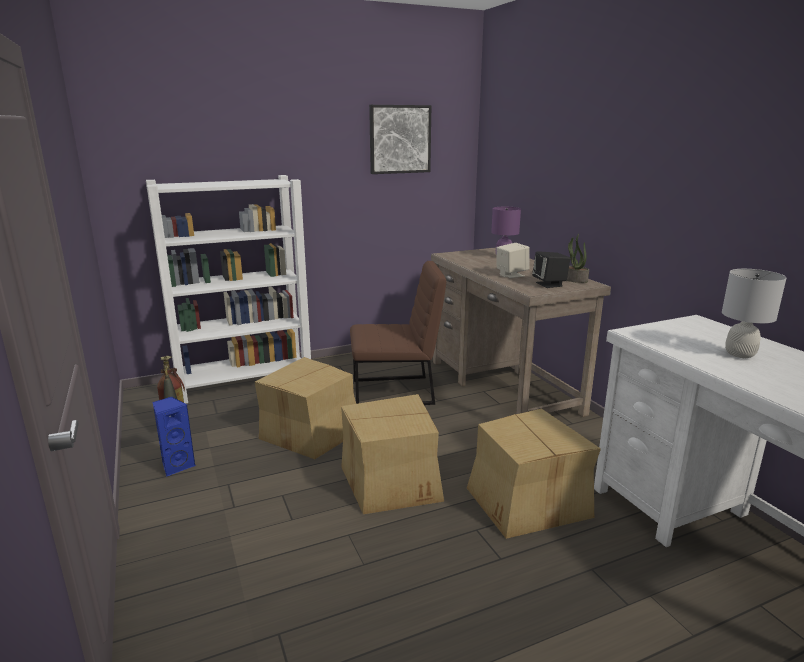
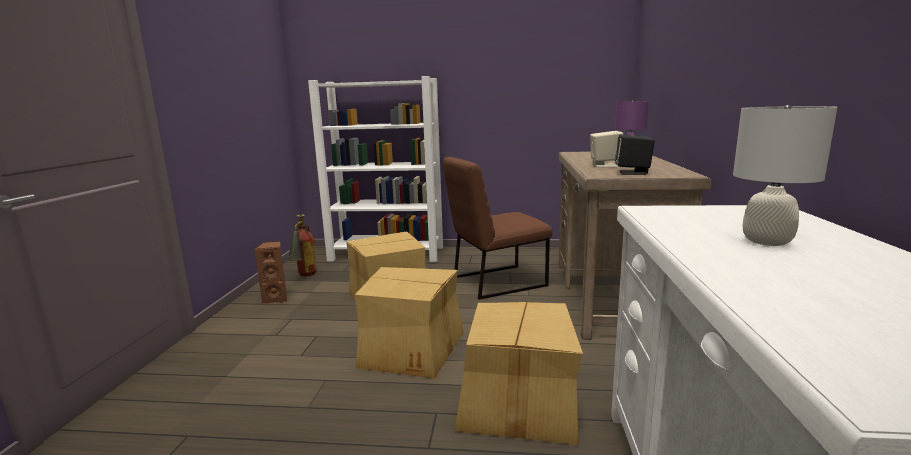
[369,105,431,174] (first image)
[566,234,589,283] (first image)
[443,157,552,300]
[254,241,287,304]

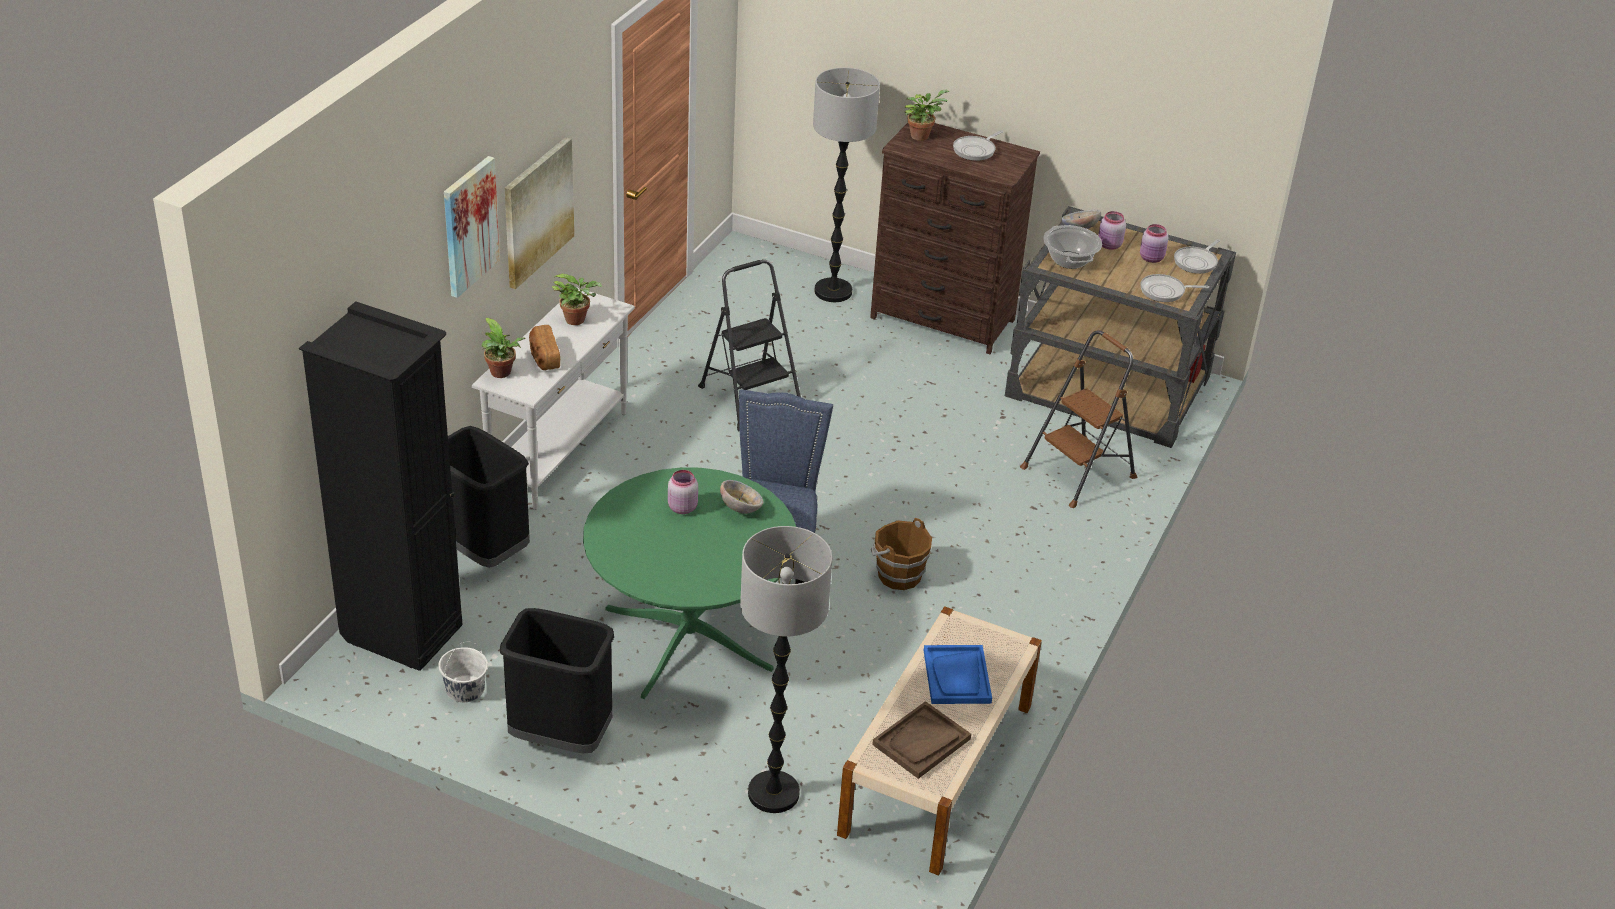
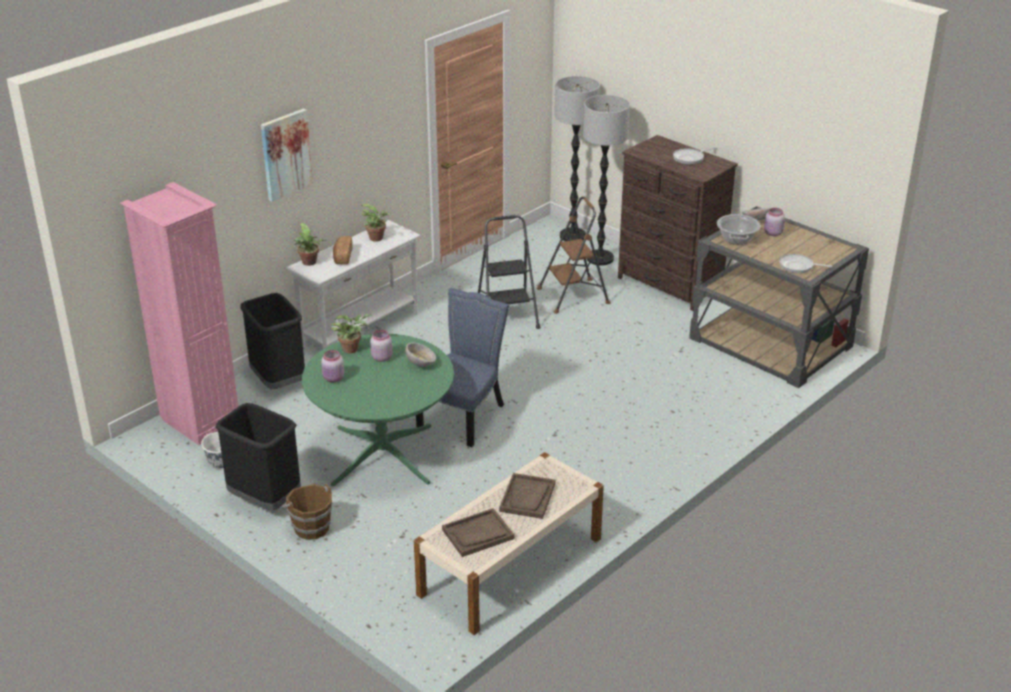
[330,314,372,354]
[505,137,574,289] (first image)
[321,350,344,382]
[1174,239,1220,274] (first image)
[120,182,238,445]
[537,196,611,314]
[282,484,332,540]
[555,76,600,241]
[499,473,555,519]

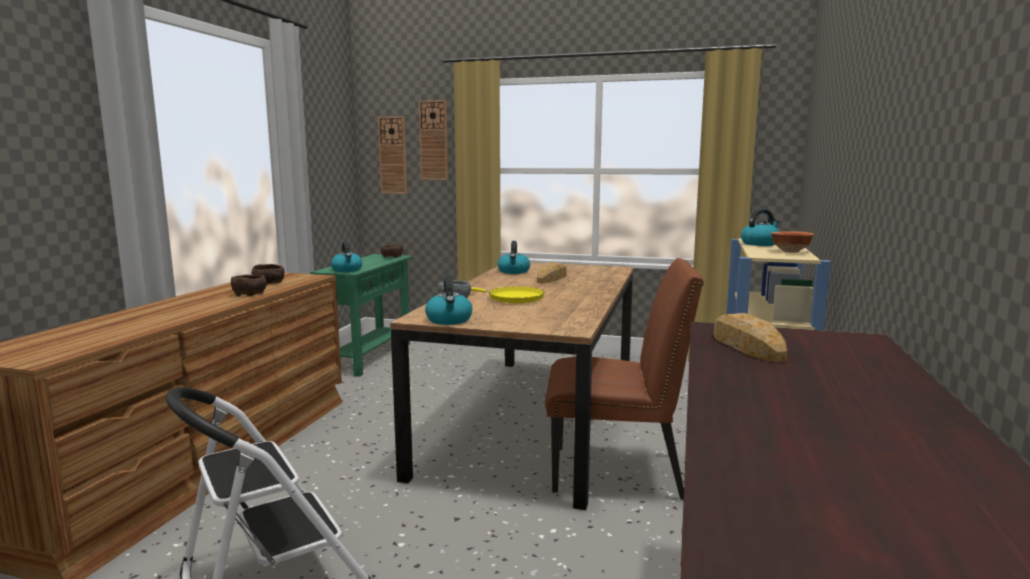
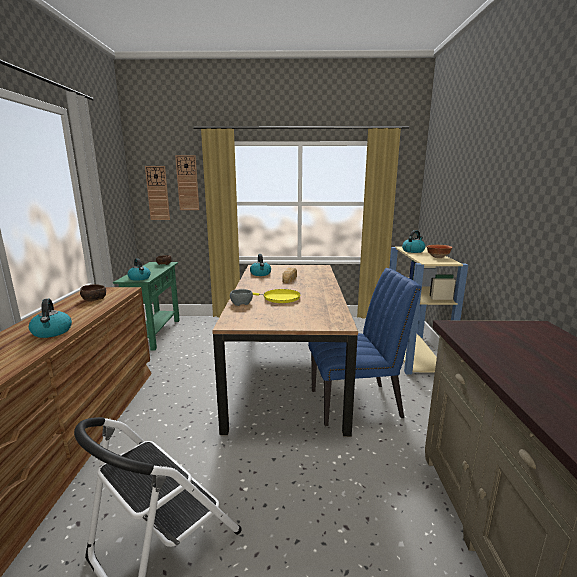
[308,268,422,426]
[231,274,267,296] (first image)
[29,299,72,338]
[714,313,787,363] (first image)

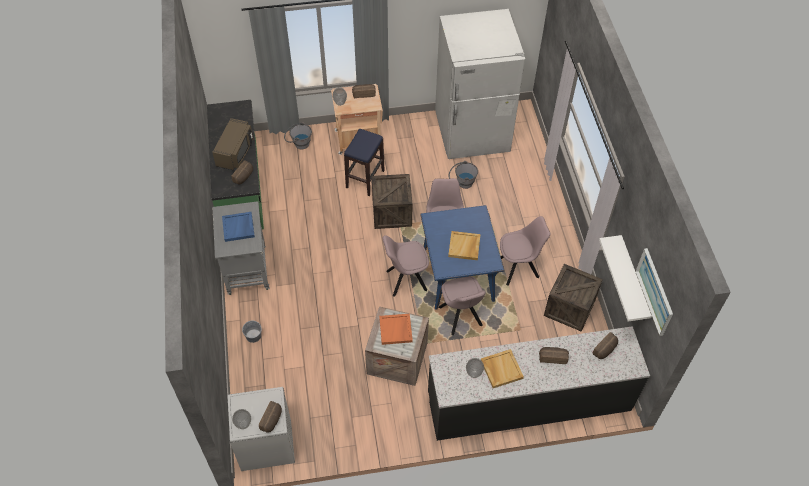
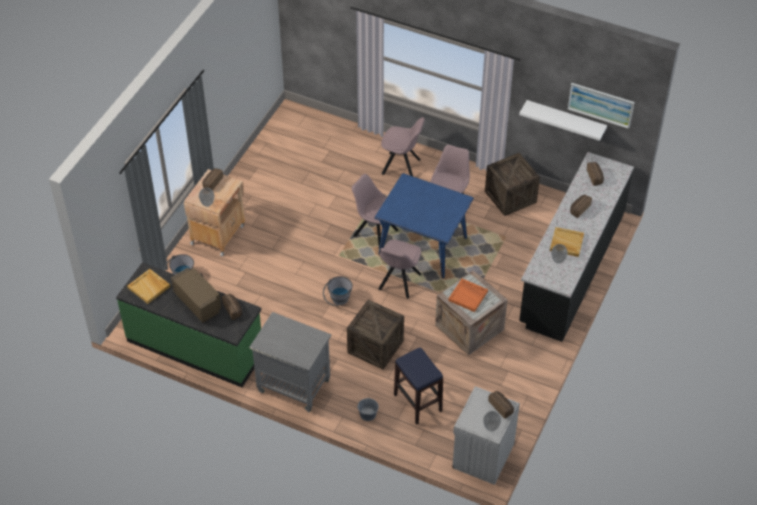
[435,9,525,159] (first image)
[394,347,443,425]
[323,276,353,306]
[347,299,404,370]
[222,212,255,242] (first image)
[127,269,170,304]
[381,117,425,176]

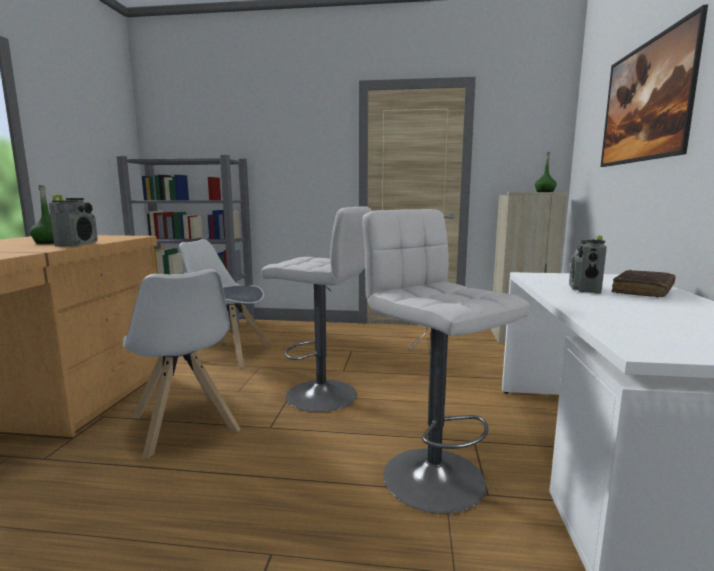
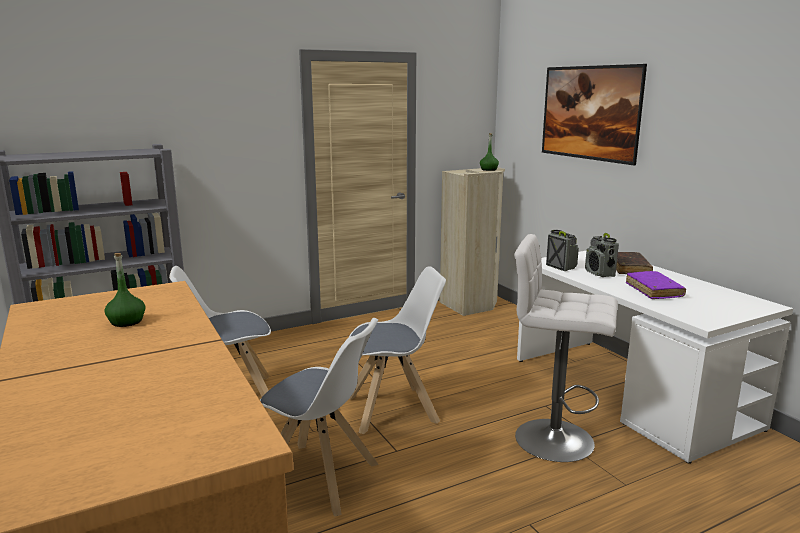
[546,230,579,271]
[349,266,446,434]
[626,271,686,299]

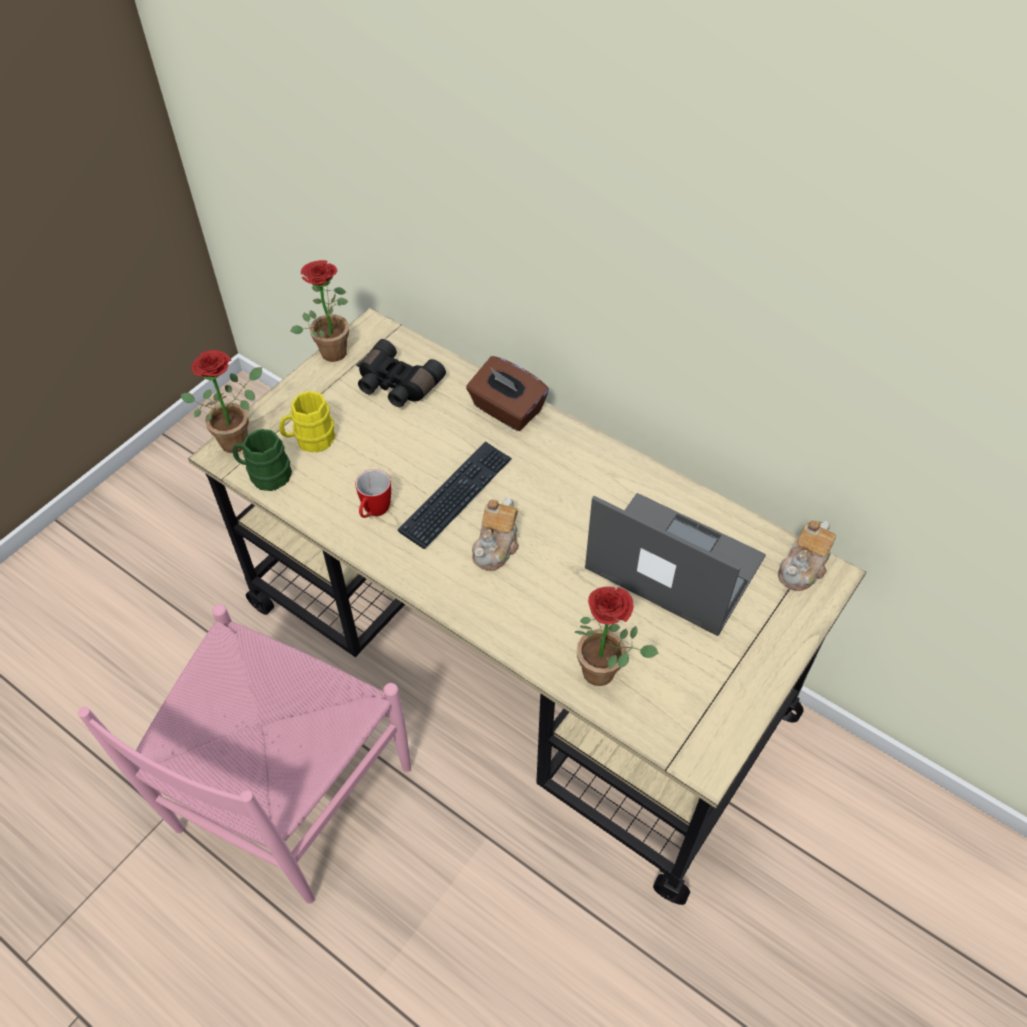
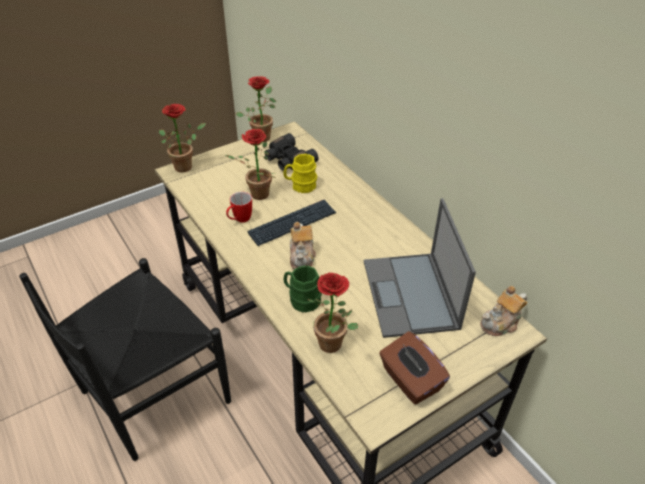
[379,331,450,404]
[283,154,317,193]
[284,265,322,313]
[364,198,476,338]
[290,222,316,270]
[19,258,231,461]
[225,129,276,200]

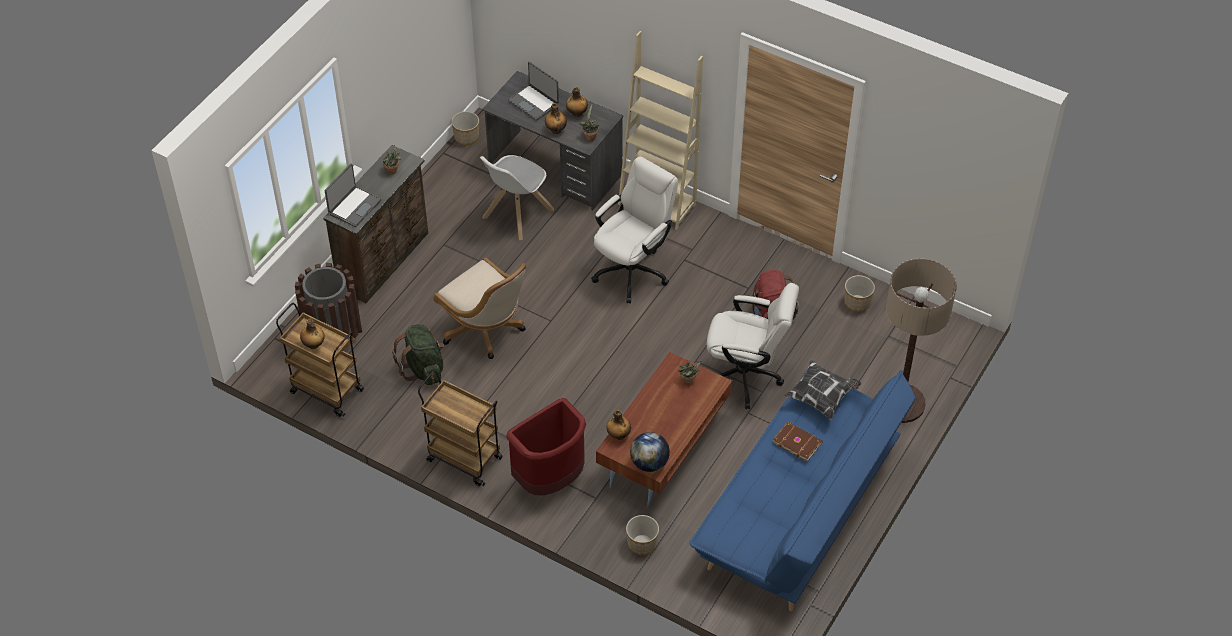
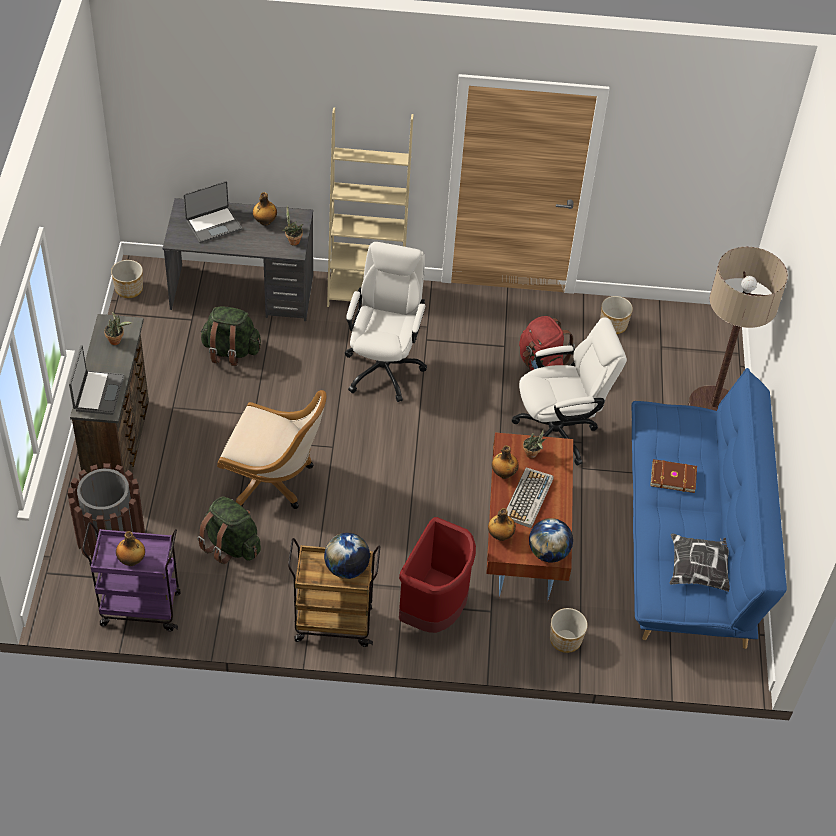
[183,181,242,243]
[492,445,519,479]
[200,306,261,366]
[82,522,181,632]
[670,533,730,592]
[507,467,554,528]
[324,533,370,579]

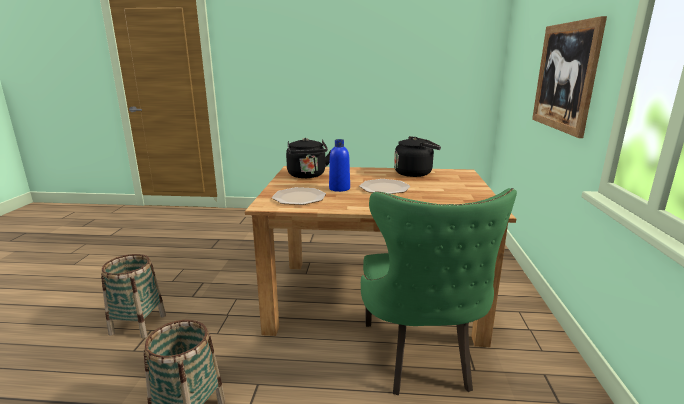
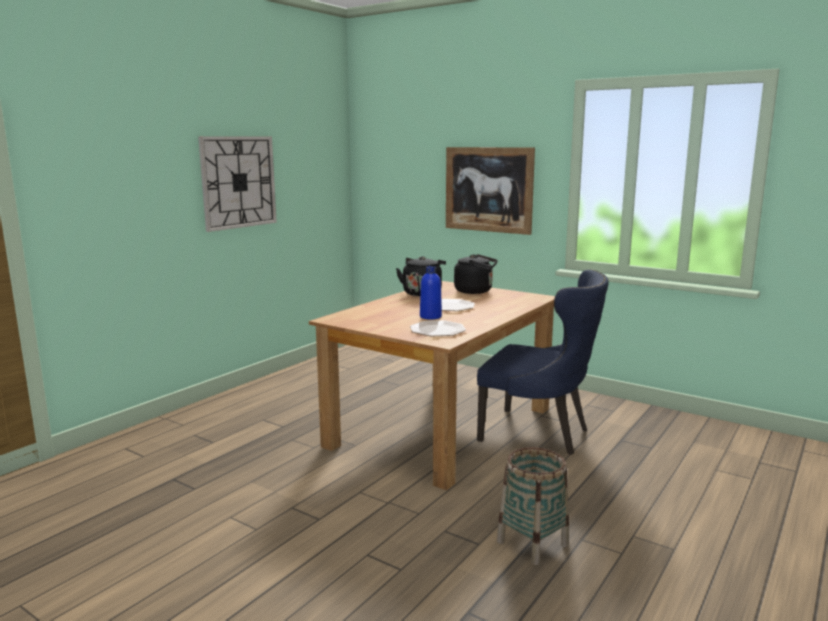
[454,254,498,294]
[477,269,609,455]
[101,254,166,338] (first image)
[198,136,277,232]

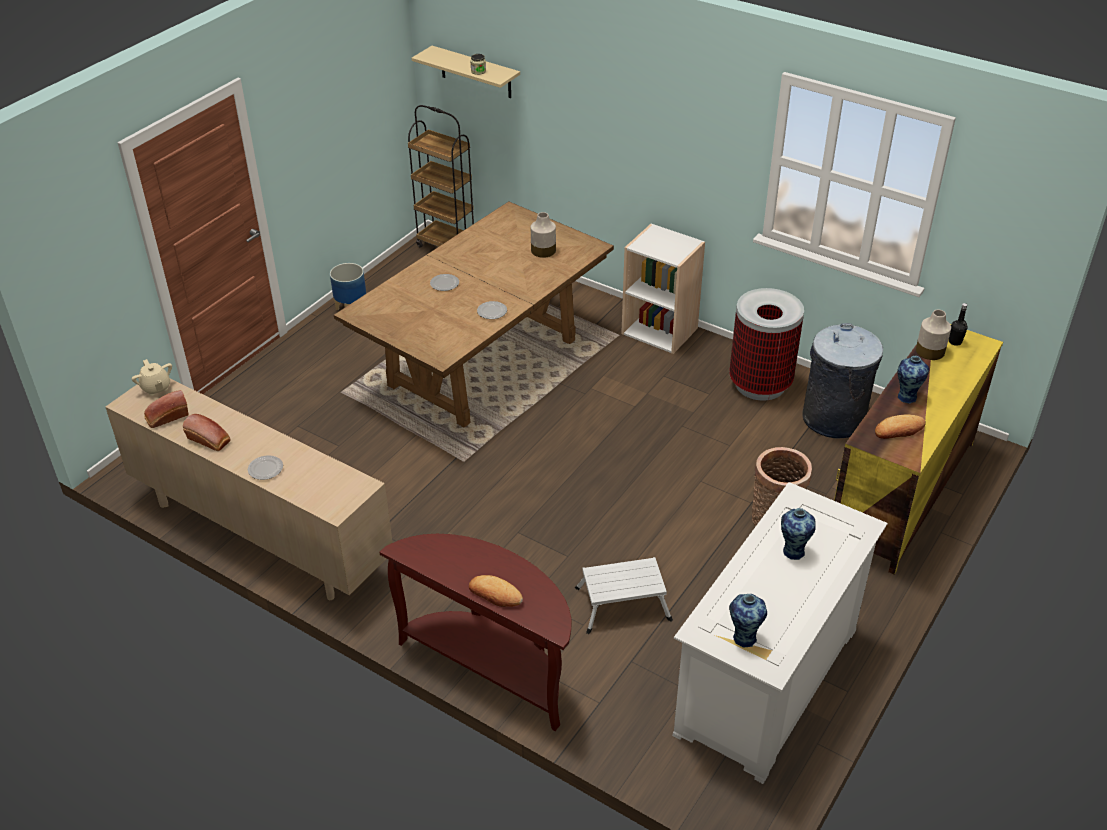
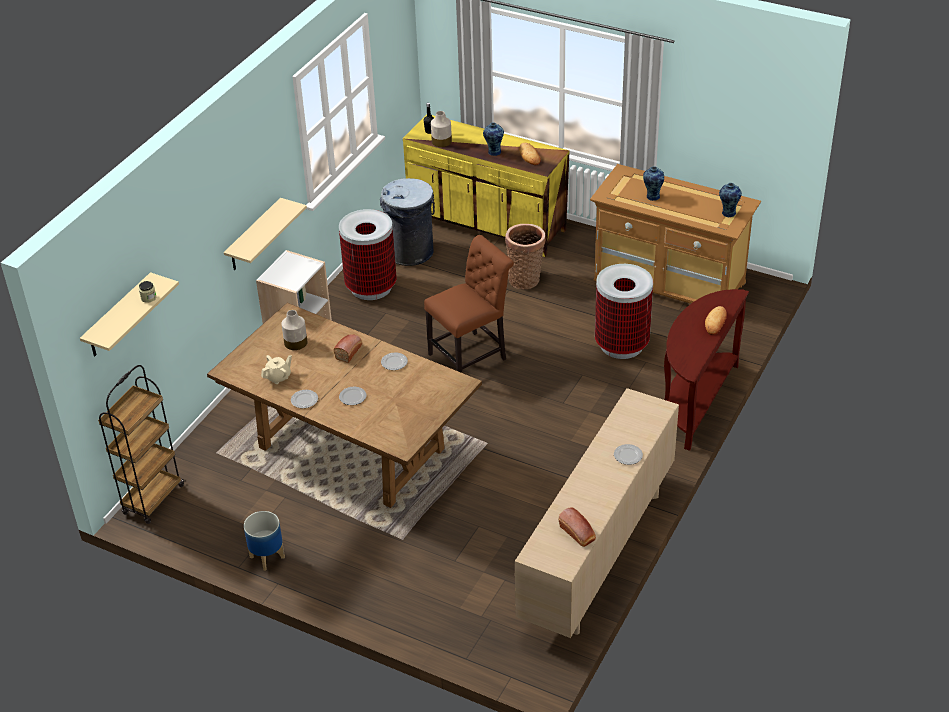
[261,355,292,384]
[333,334,362,363]
[590,164,761,304]
[595,264,653,359]
[224,198,307,270]
[424,235,514,373]
[291,390,318,408]

